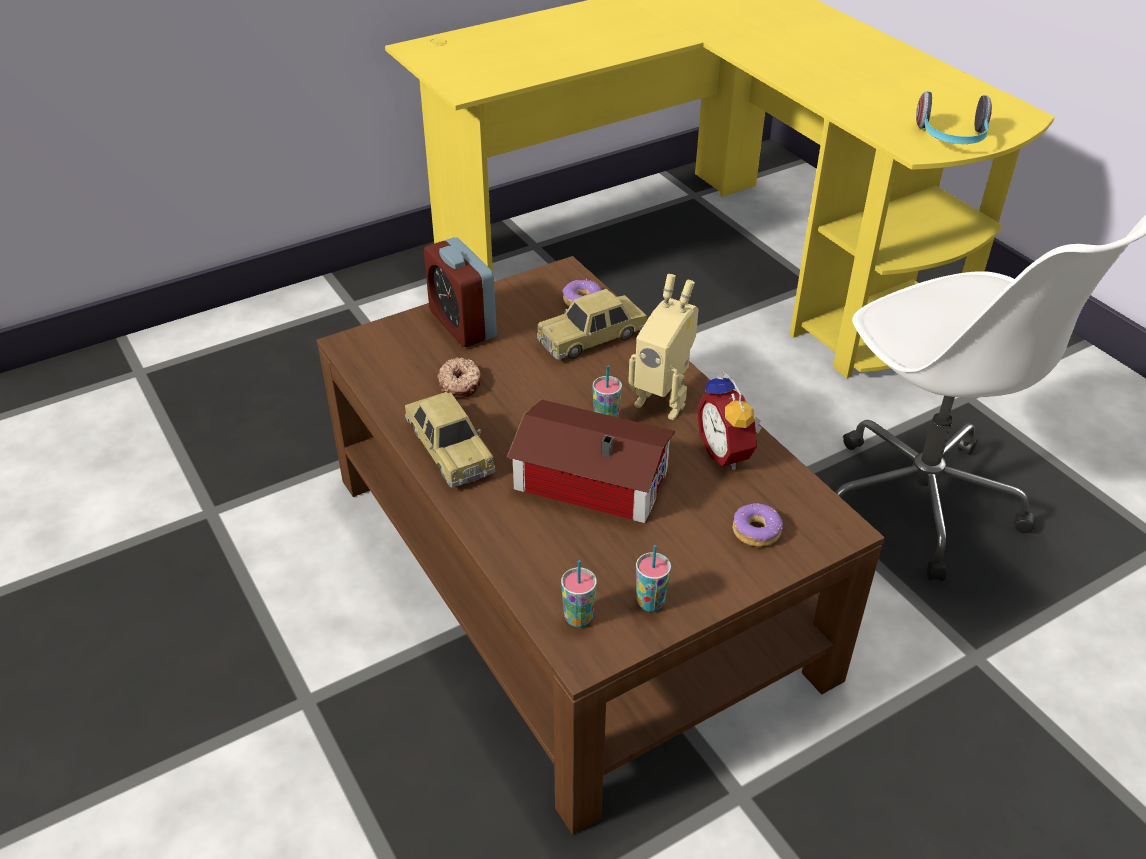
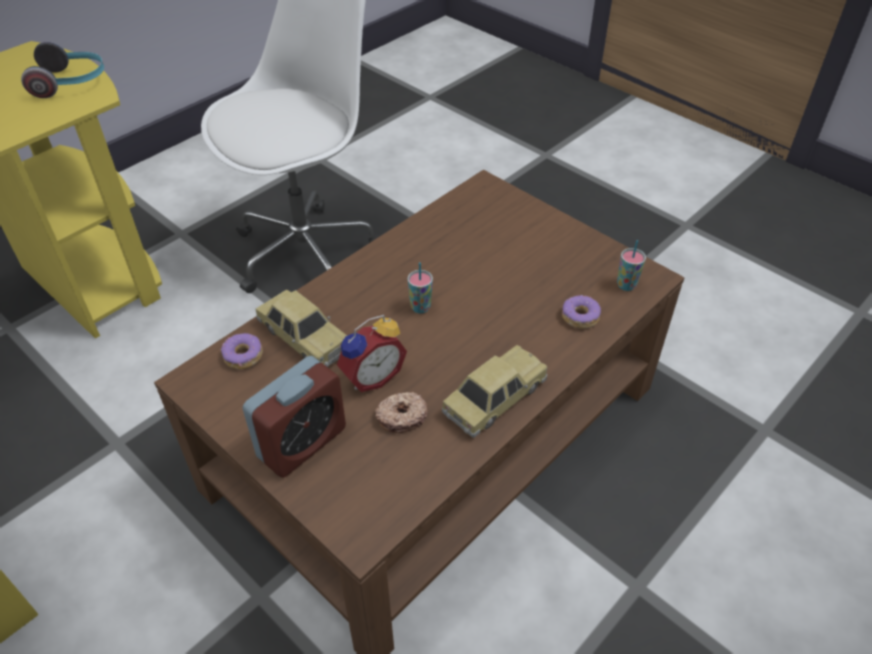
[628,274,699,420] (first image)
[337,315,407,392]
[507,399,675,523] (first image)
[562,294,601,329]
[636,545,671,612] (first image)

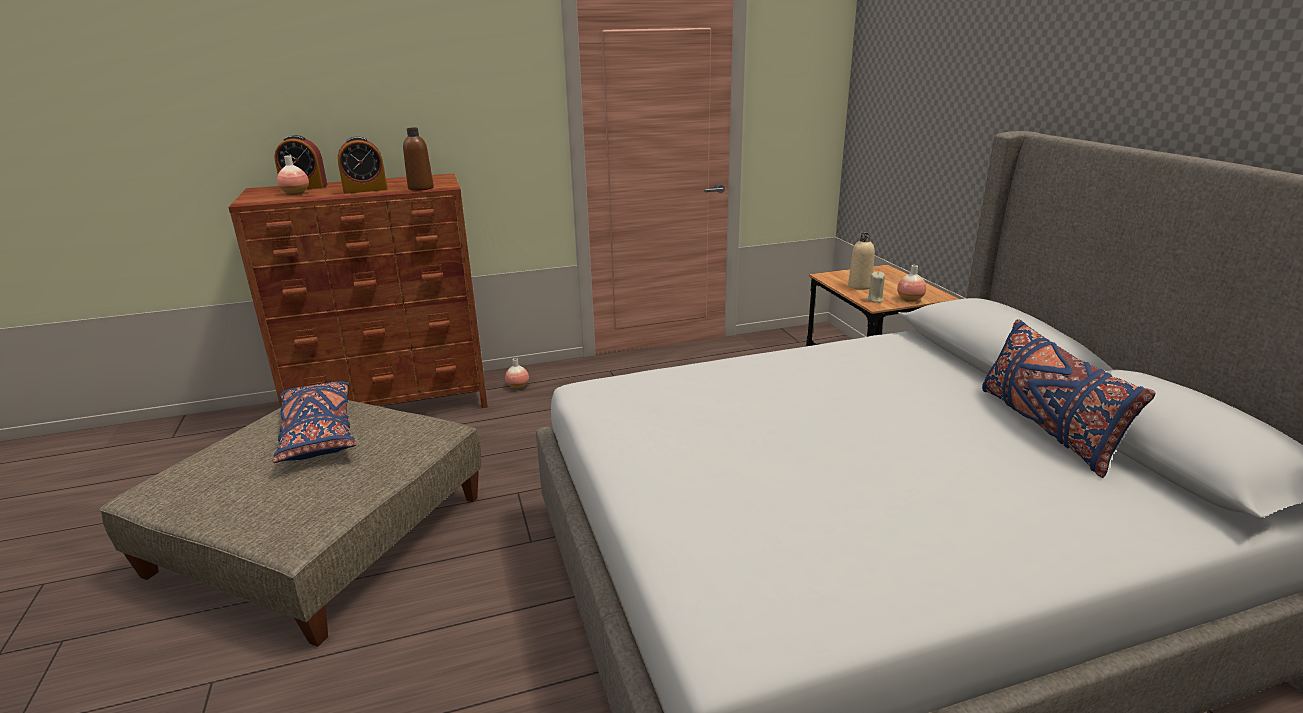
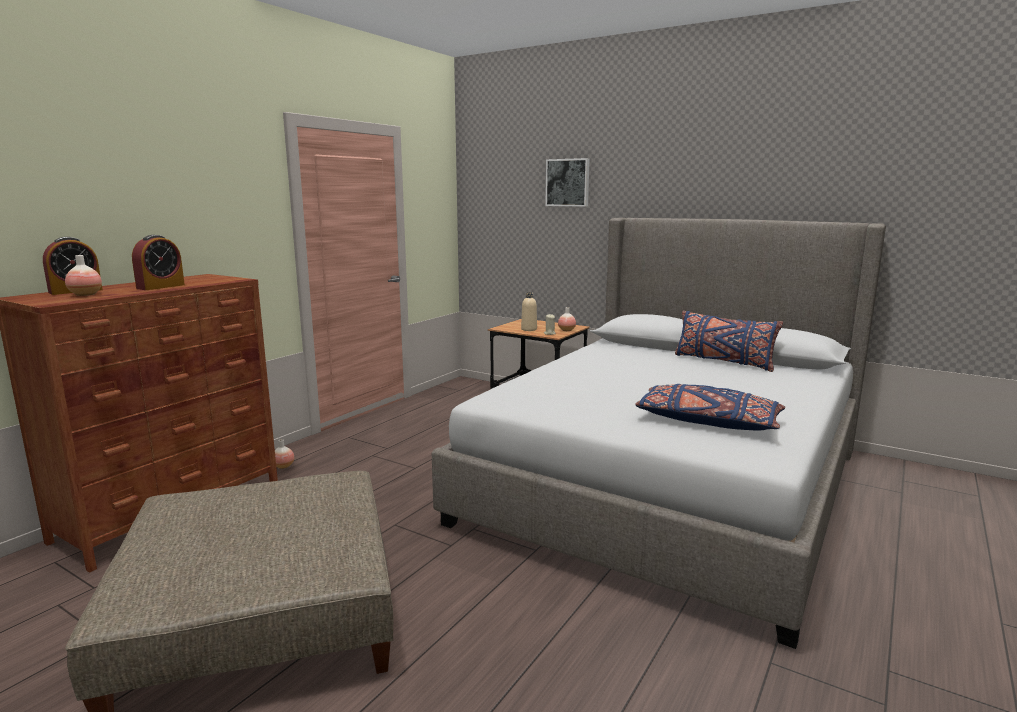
[403,128,434,191] (first image)
[635,384,785,431]
[545,158,589,207]

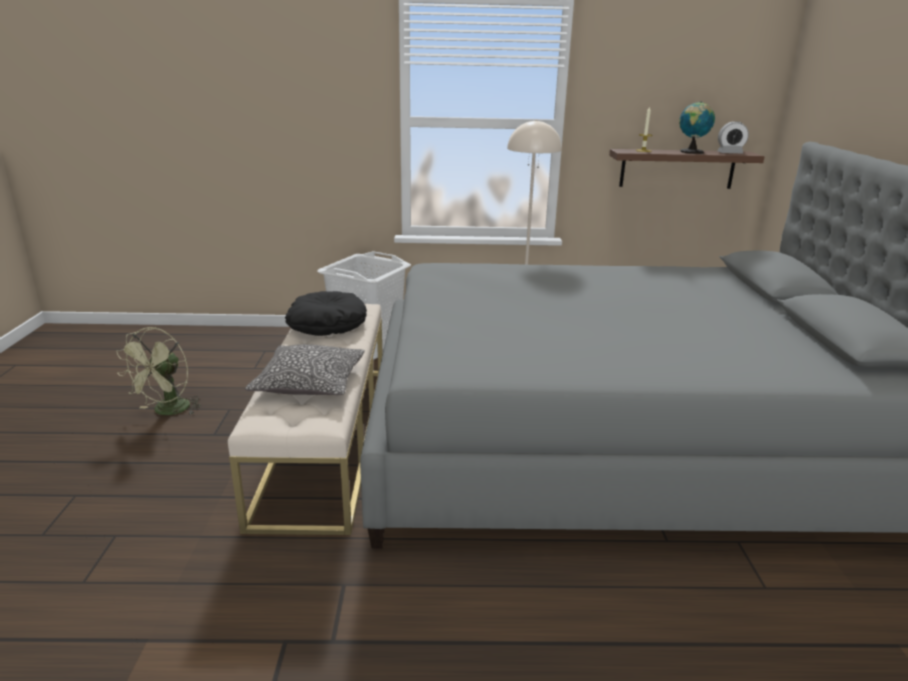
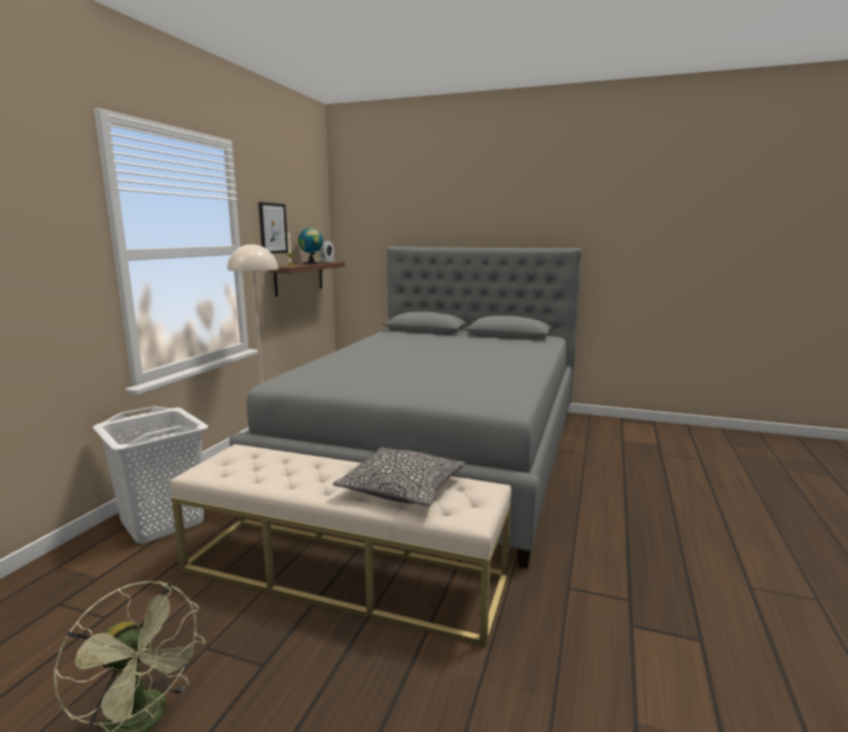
[285,291,367,336] (first image)
[258,202,288,254]

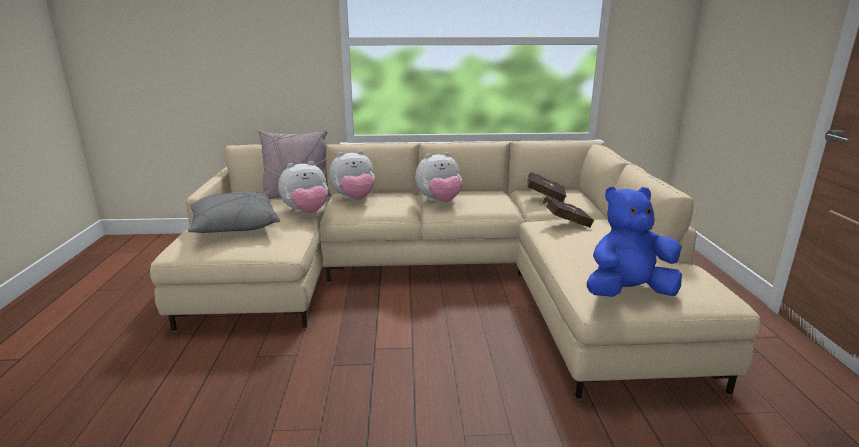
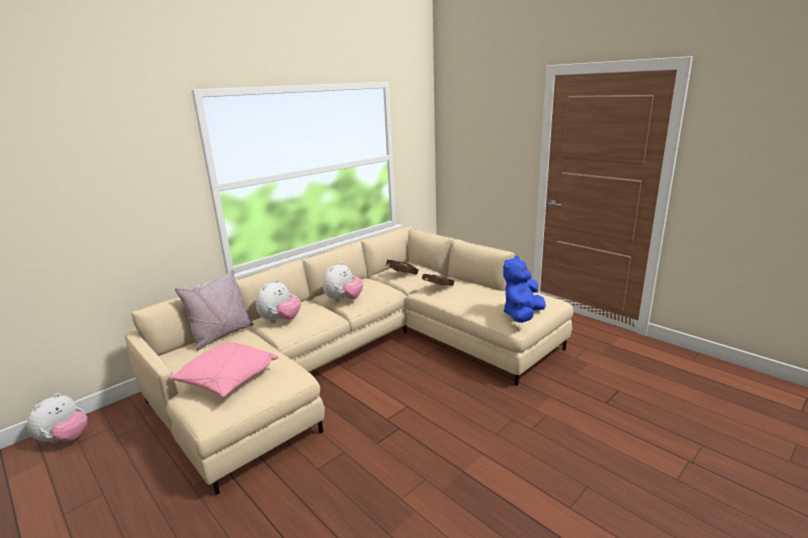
[27,393,88,444]
[169,342,279,397]

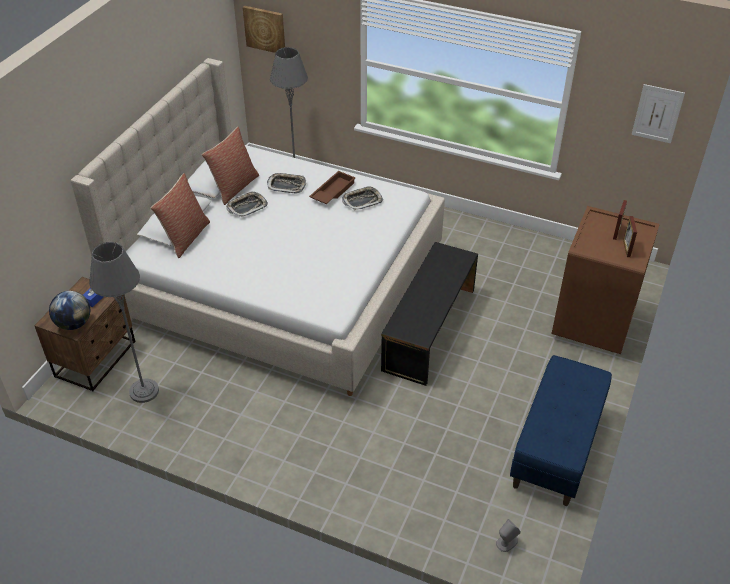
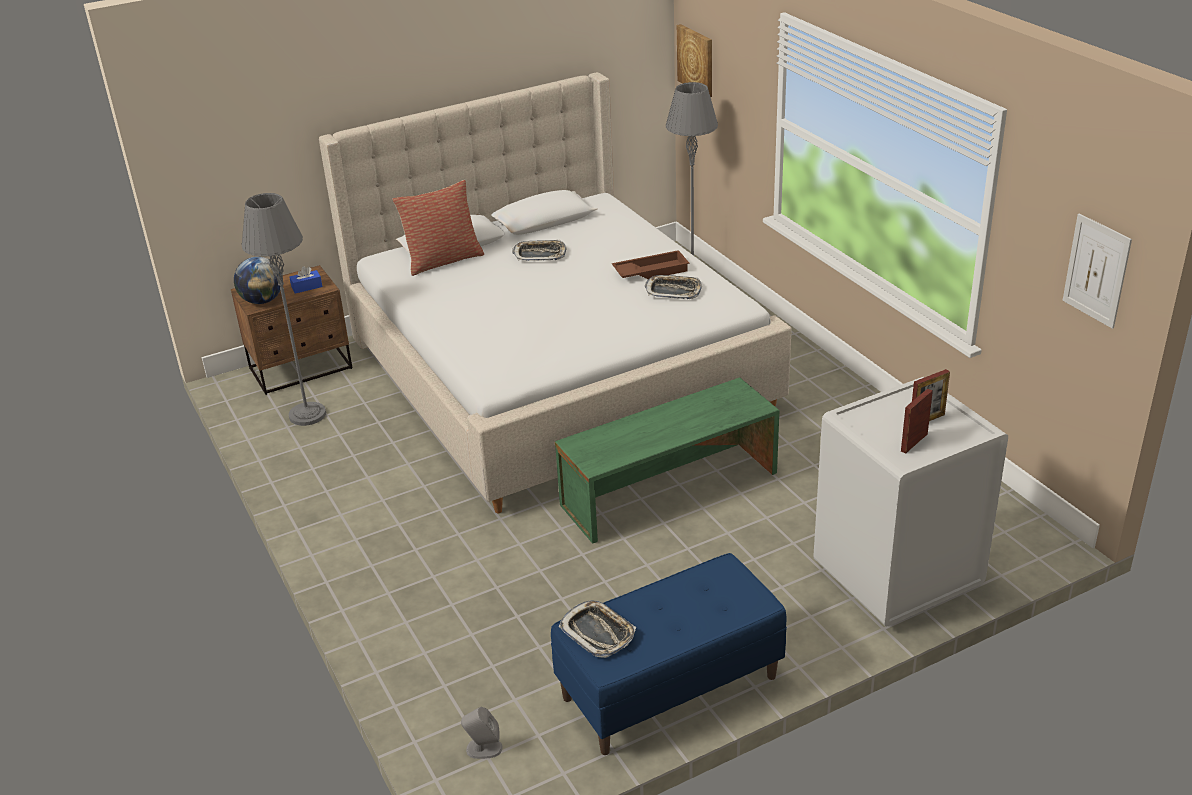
[202,127,259,205] (first image)
[559,600,636,658]
[813,377,1008,627]
[555,378,779,544]

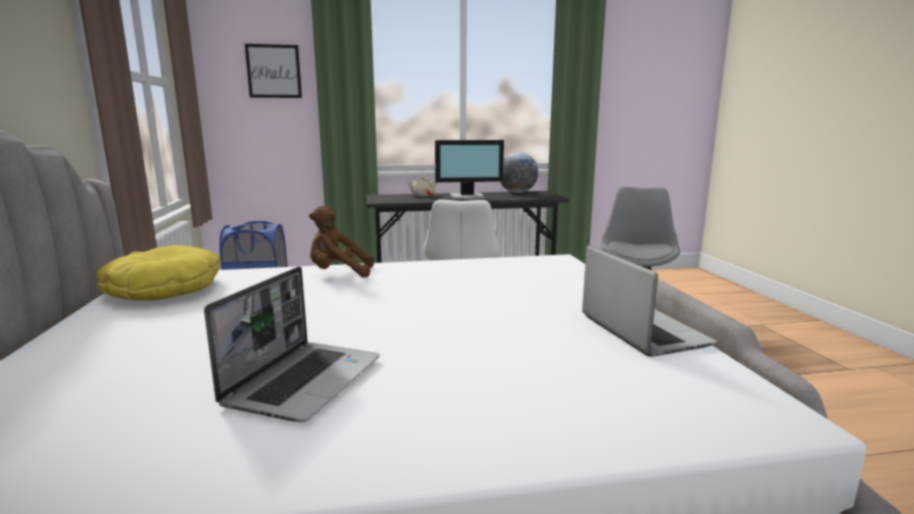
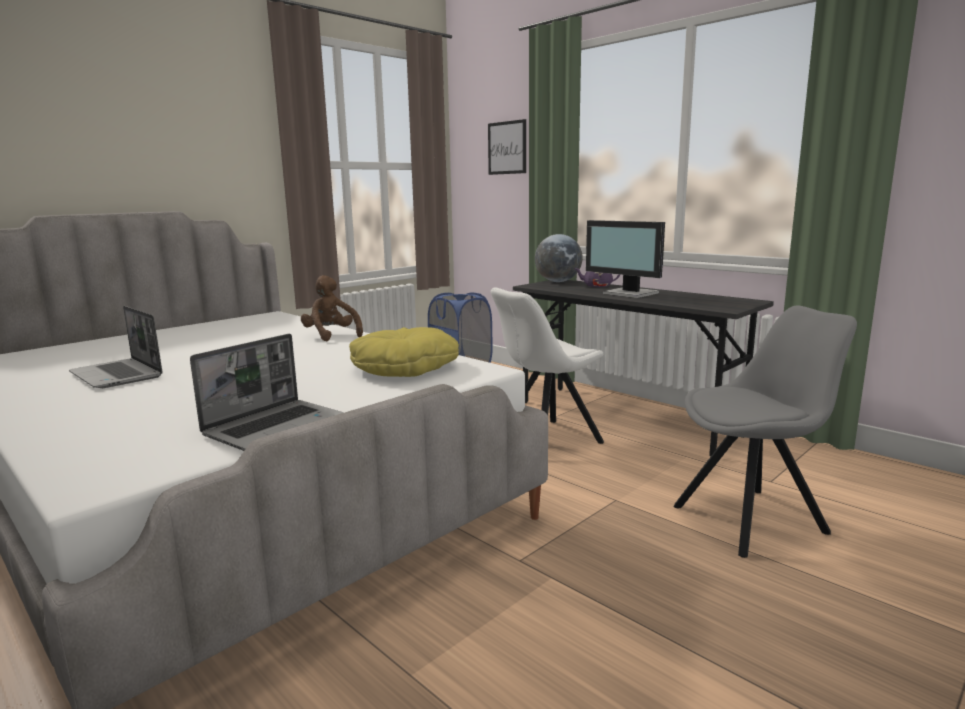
[535,234,583,282]
[574,268,620,287]
[349,327,459,377]
[69,306,163,388]

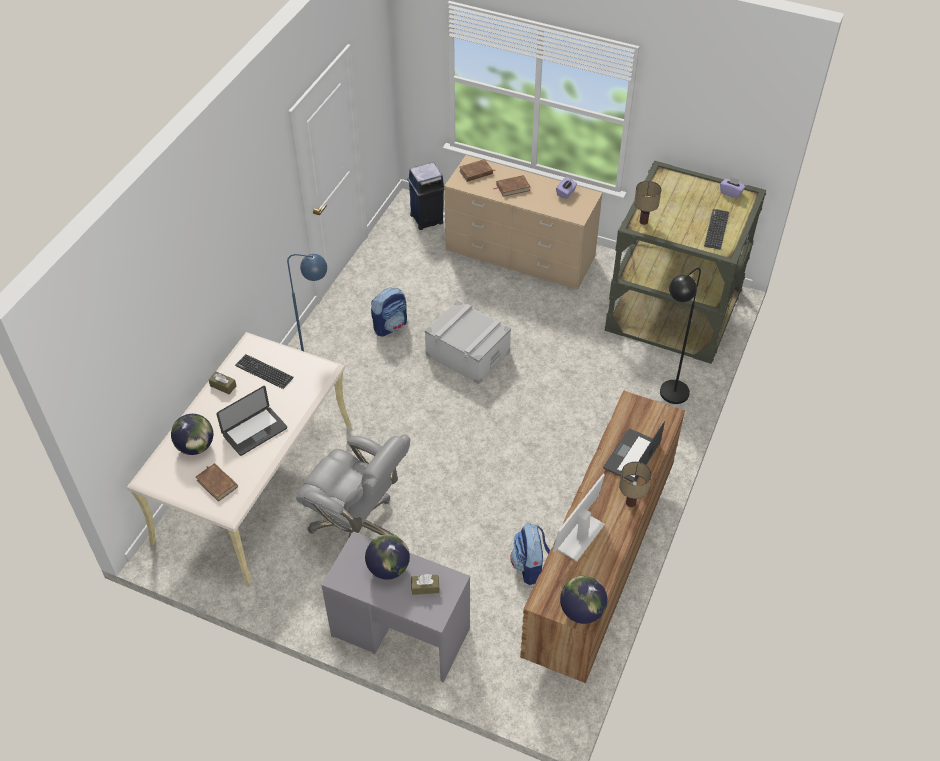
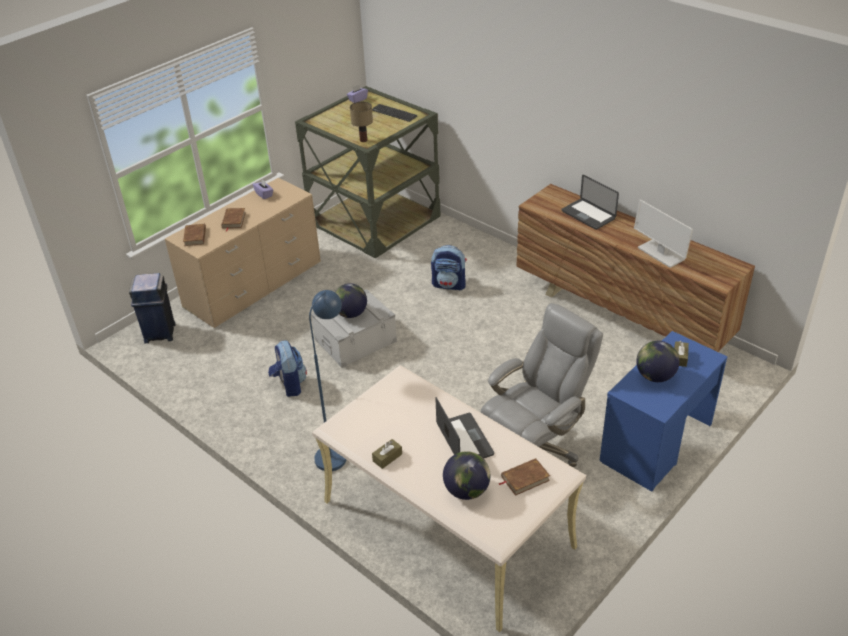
[660,268,701,404] (first image)
[235,354,294,389] (first image)
[619,462,652,507] (first image)
[431,245,467,290]
[599,331,727,492]
[335,283,367,318]

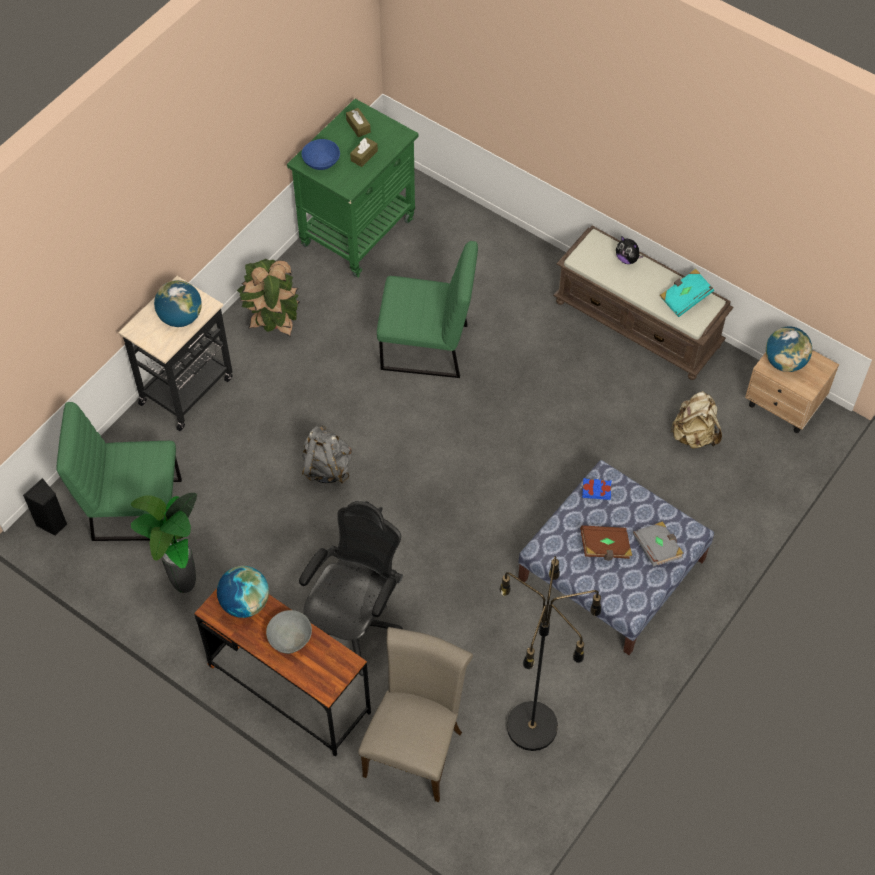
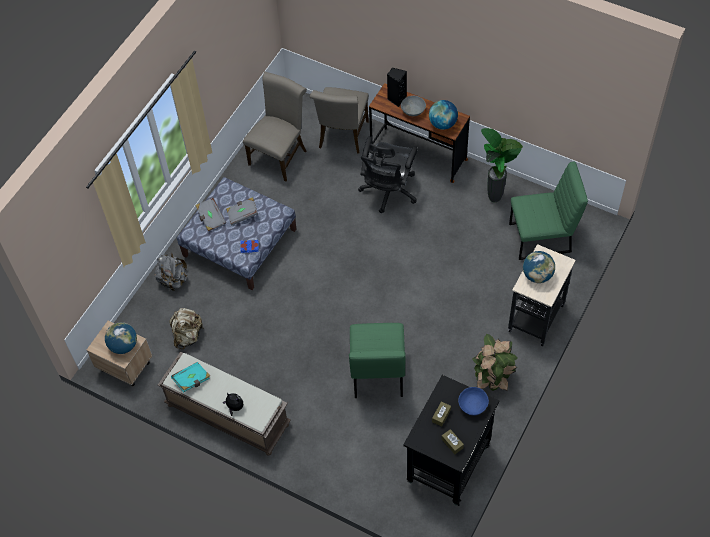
[403,375,499,506]
[349,323,406,398]
[154,252,188,291]
[387,67,407,107]
[226,197,258,225]
[243,72,307,182]

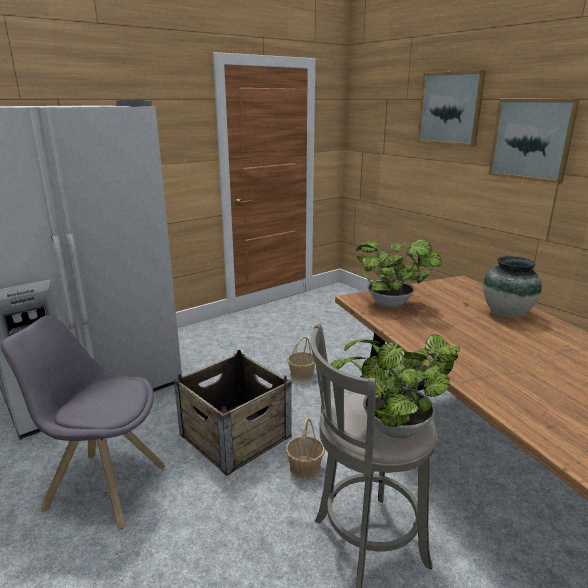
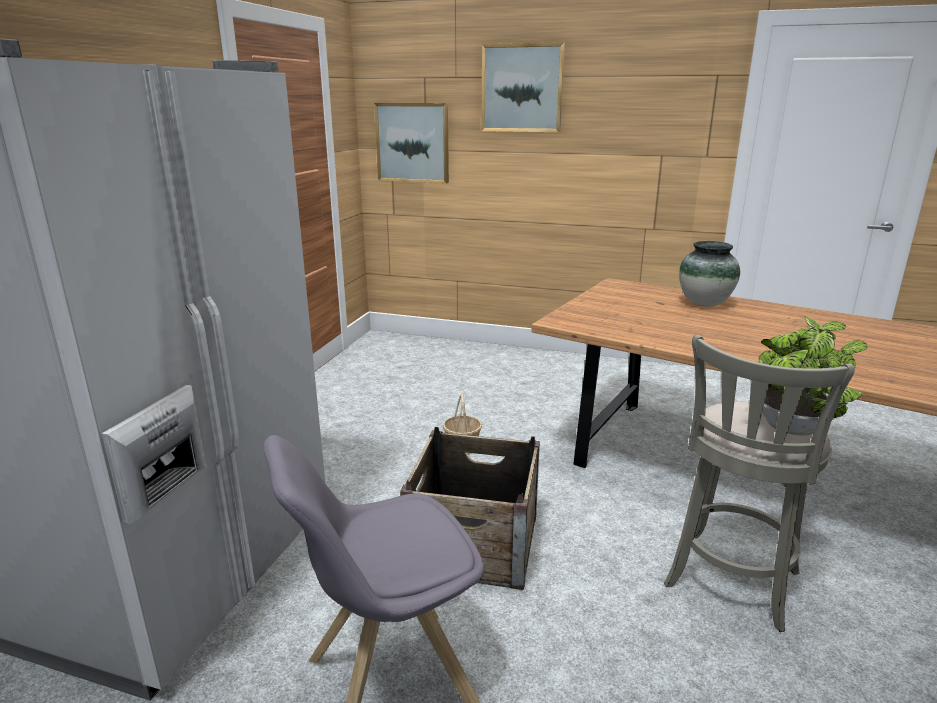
[374,103,449,184]
[356,239,441,308] (first image)
[286,417,325,480] (first image)

